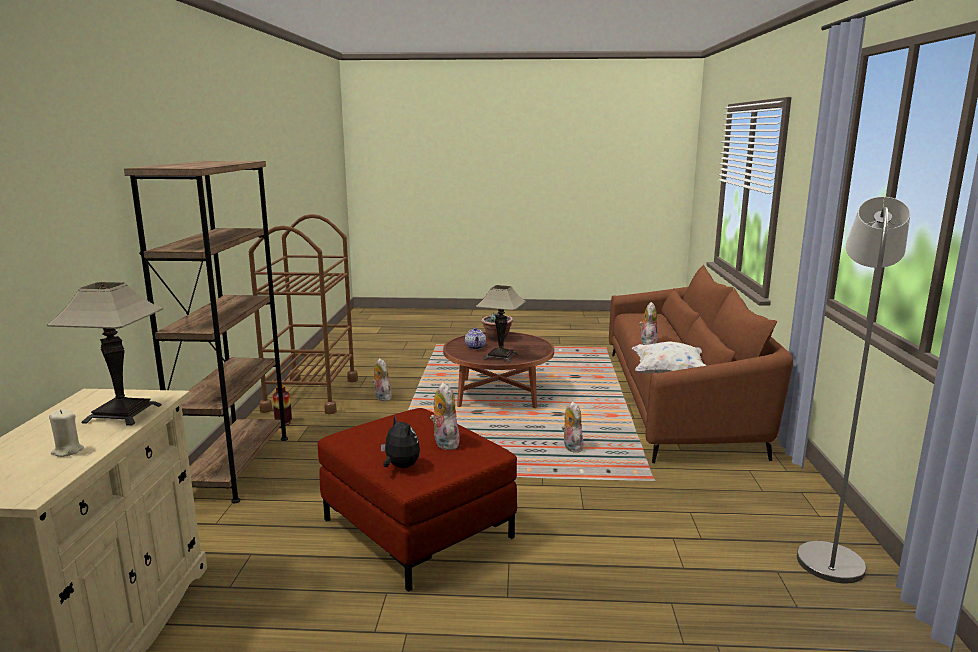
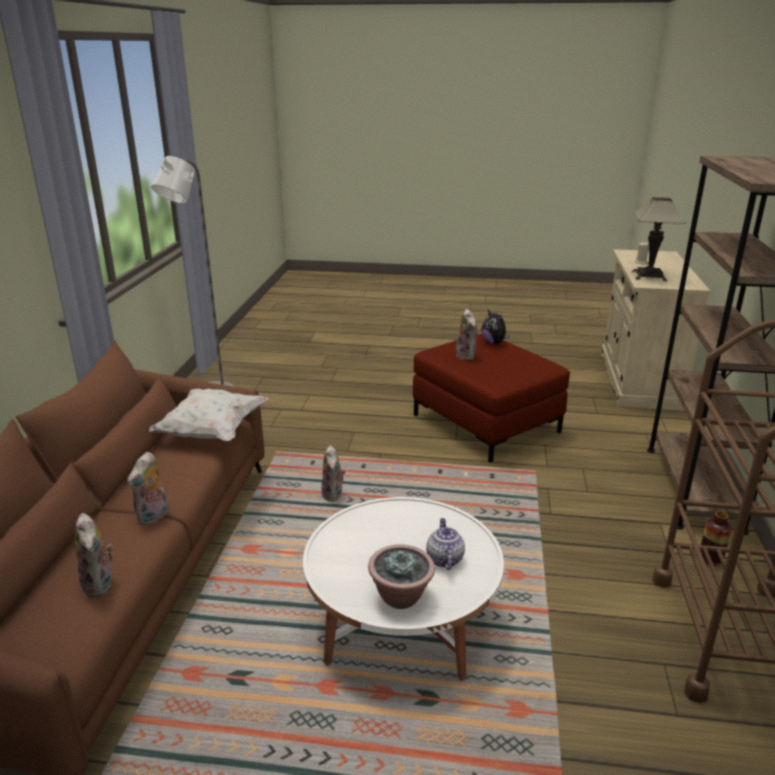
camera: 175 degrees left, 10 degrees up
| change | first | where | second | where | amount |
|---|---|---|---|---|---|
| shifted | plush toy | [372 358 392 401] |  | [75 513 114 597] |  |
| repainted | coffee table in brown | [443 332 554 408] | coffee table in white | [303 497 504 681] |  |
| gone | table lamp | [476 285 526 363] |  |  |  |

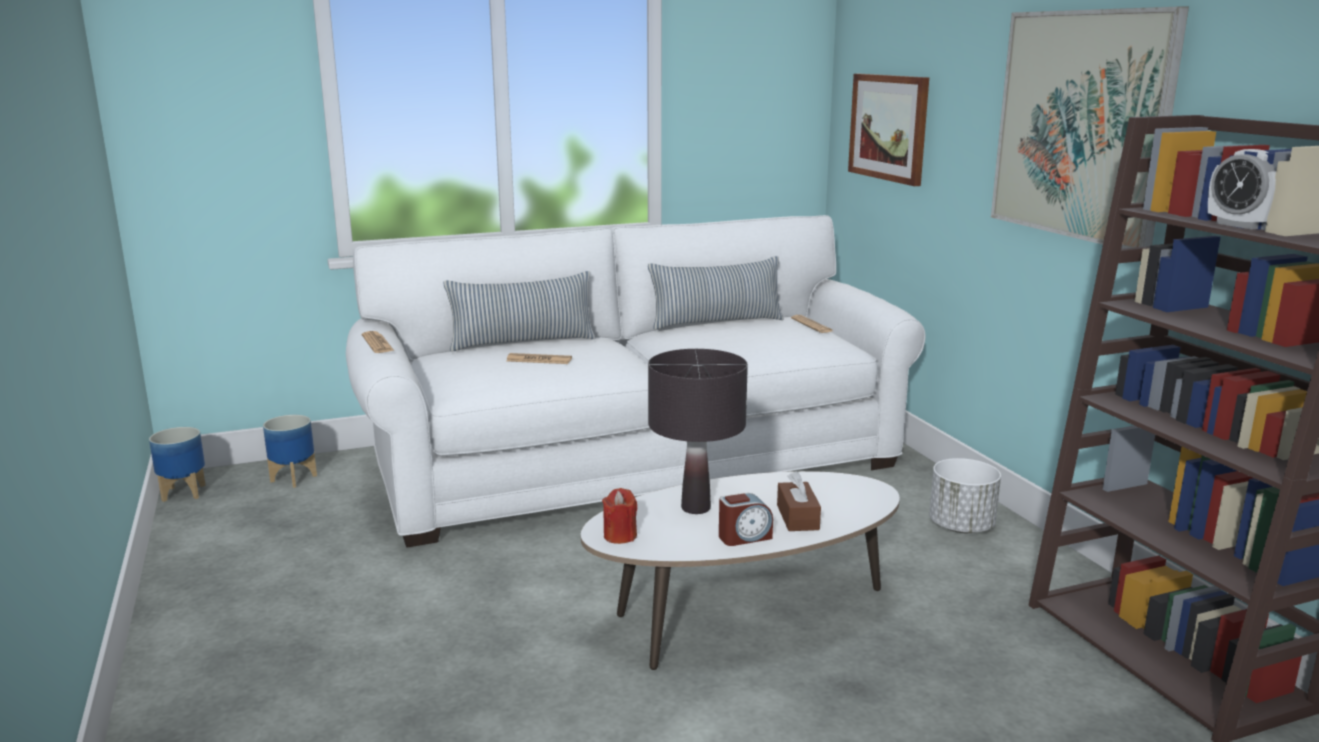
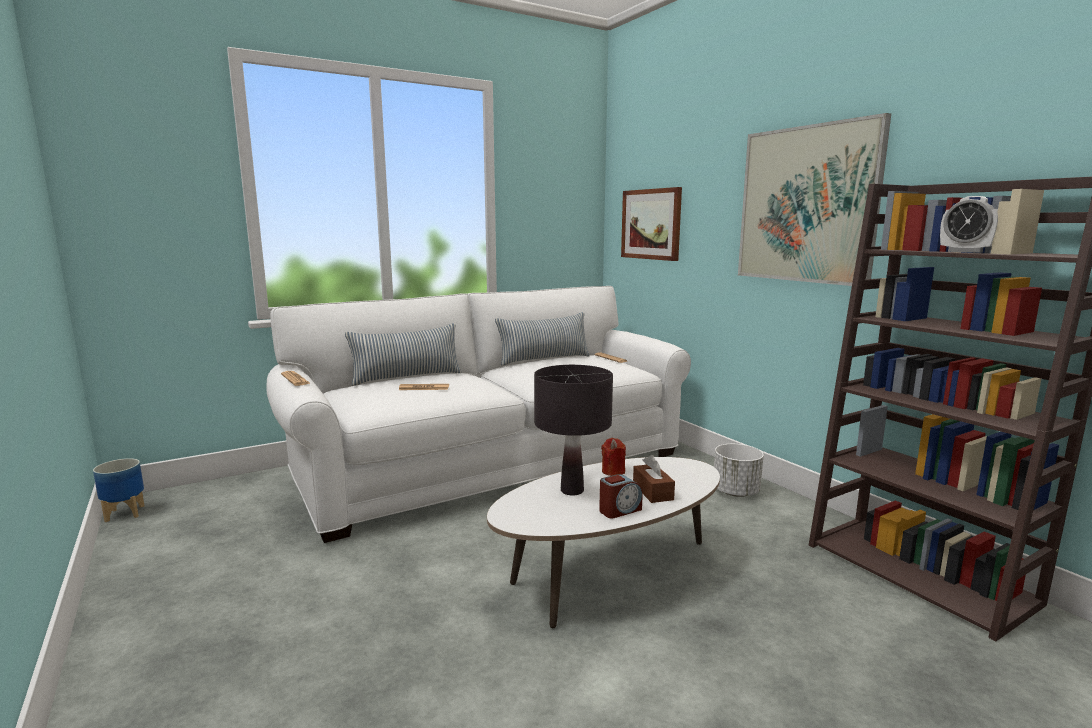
camera: 10 degrees left, 5 degrees down
| change | first | where | second | where | amount |
|---|---|---|---|---|---|
| shifted | candle in red | [602 488 637 544] |  | [601 438 626 476] |  |
| gone | planter | [263 415 317 488] |  |  |  |

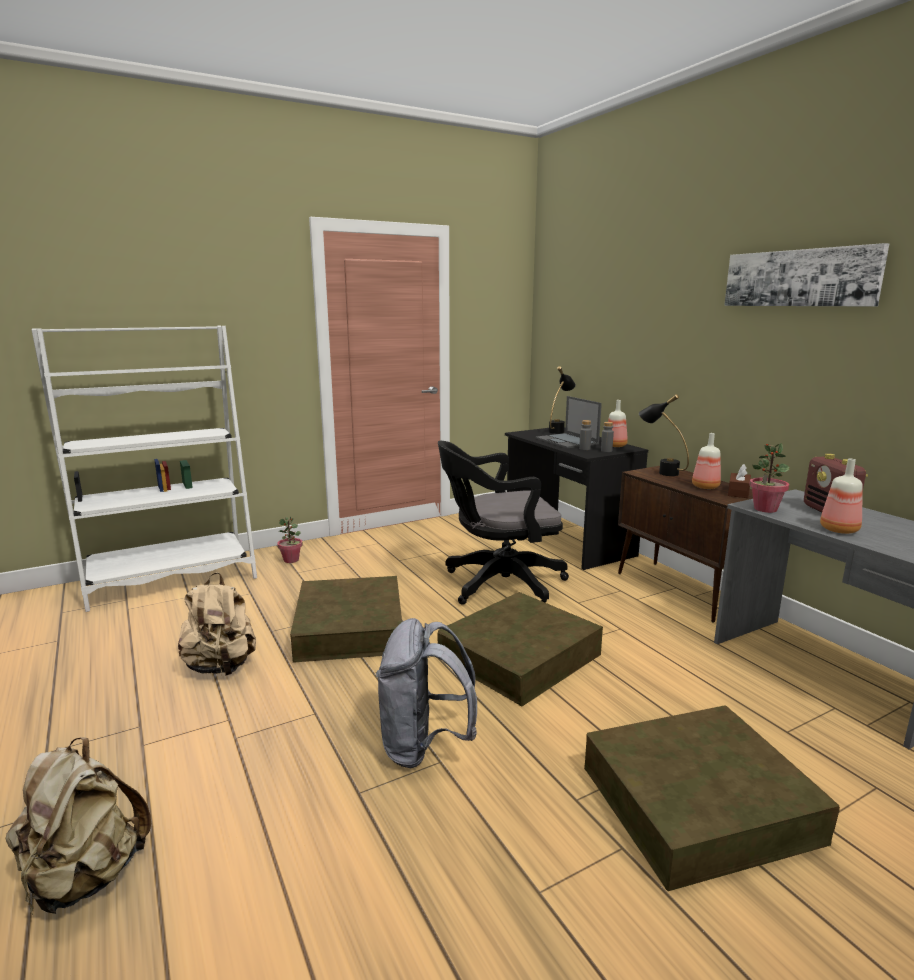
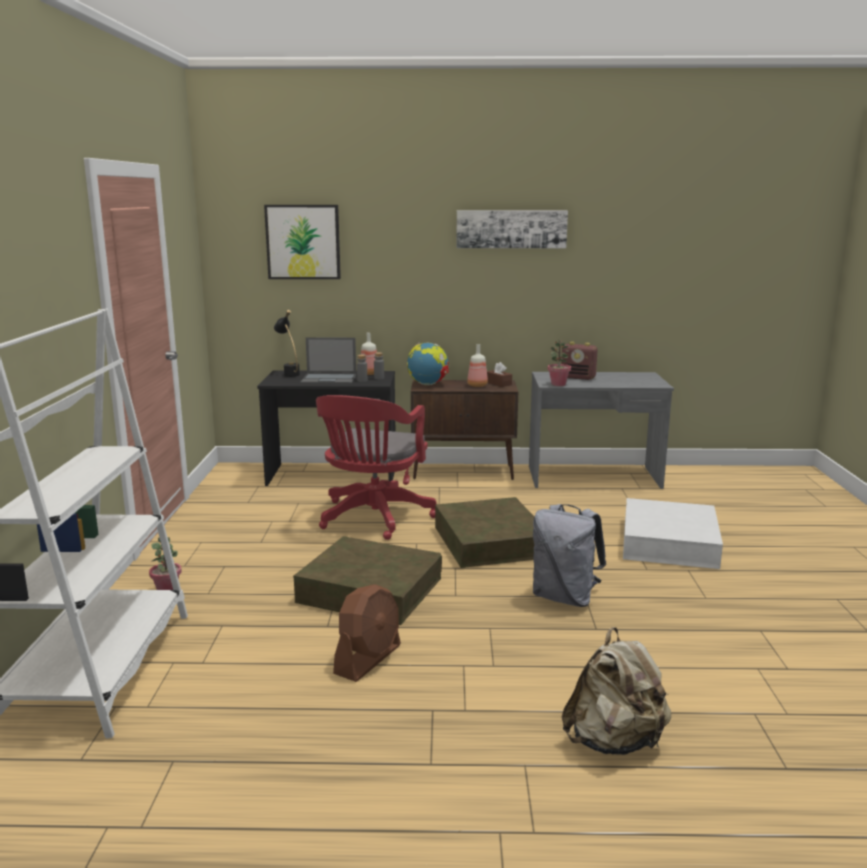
camera: 60 degrees left, 0 degrees up
| change | first | where | second | where | amount |
|---|---|---|---|---|---|
| new |  |  | picture | [264 205 341 279] |  |
| repainted | office chair in black | [438 441 569 605] | office chair in red | [316 395 437 540] |  |
| swapped | backpack in beige | [178 572 256 676] | fan in brown | [333 584 401 682] |  |
| swapped | table lamp in black | [639 394 689 476] | globe | [407 342 449 385] |  |
| repainted | storage box in brown | [584 705 840 891] | storage box in white | [623 498 723 569] |  |
| gone | bottle | [820 459 863 534] |  |  |  |

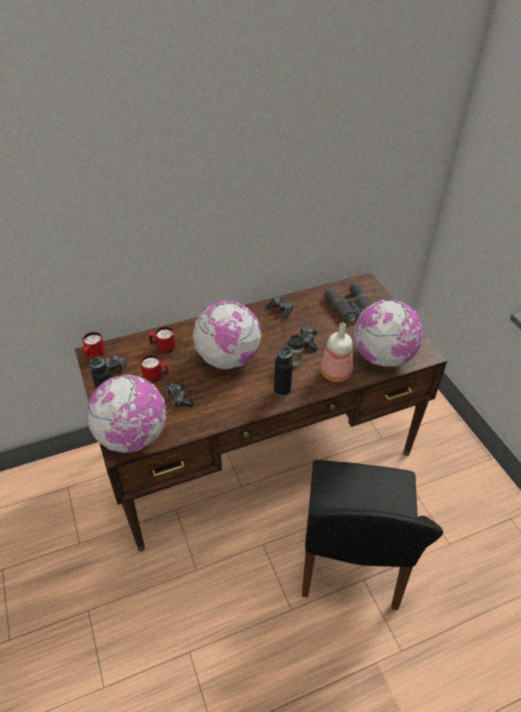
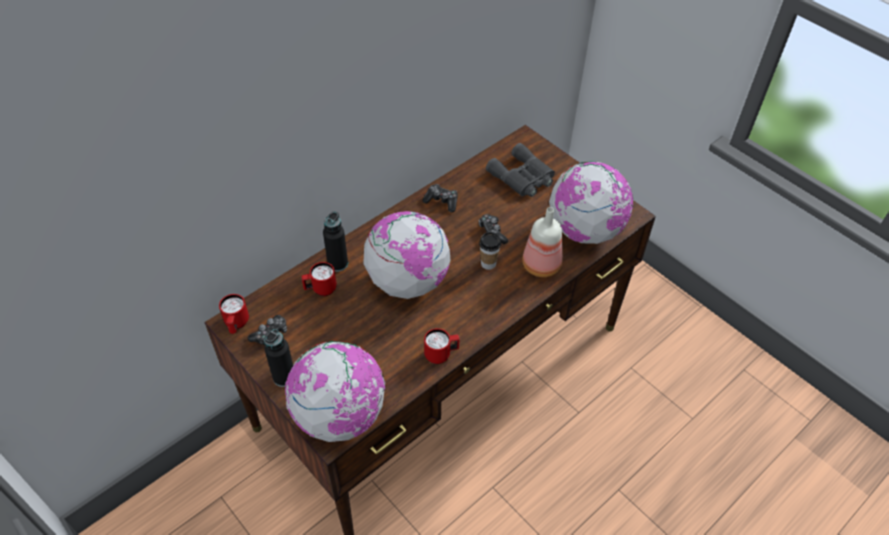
camera: 20 degrees left, 5 degrees up
| change | first | where | second | where | amount |
|---|---|---|---|---|---|
| shifted | bottle in black | [274 346 293 397] |  | [323 212 348 272] |  |
| shifted | mug in red | [140 354 169 382] |  | [424 328 460 364] |  |
| gone | game controller | [166 383 194 407] |  |  |  |
| gone | chair in black | [302 460 443 610] |  |  |  |

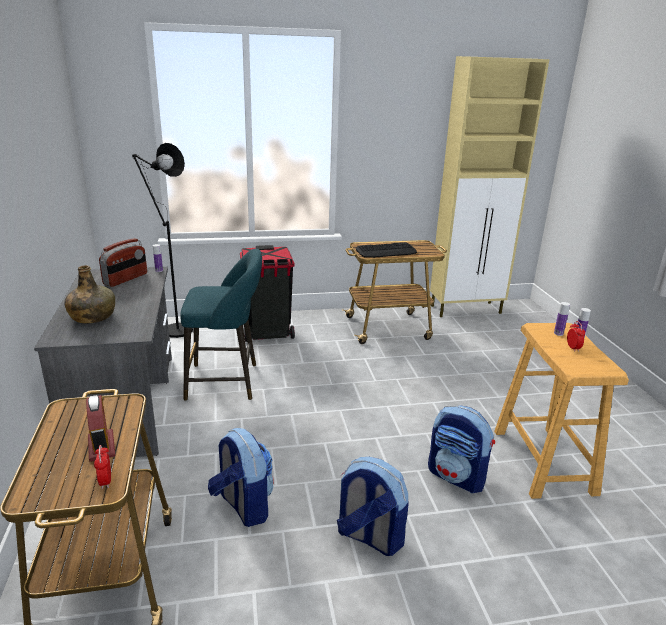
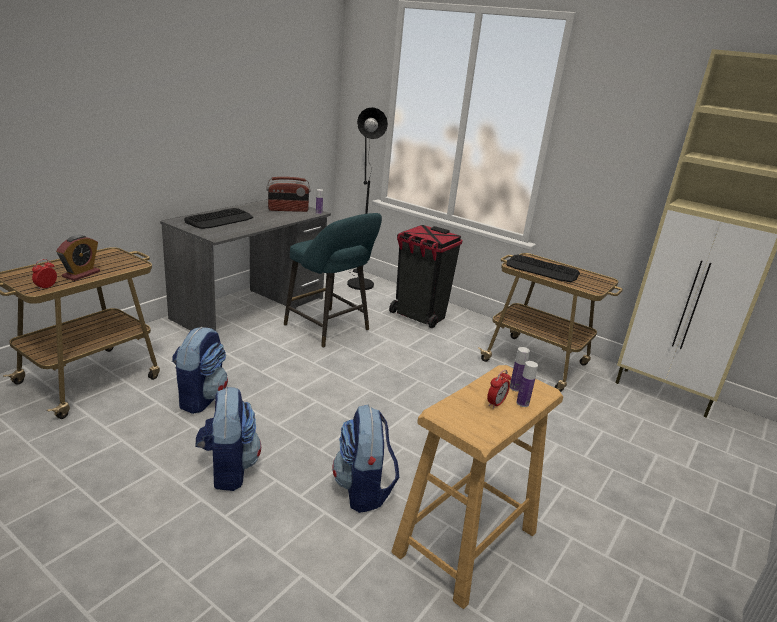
camera: 45 degrees right, 0 degrees up
| change | first | where | second | where | amount |
|---|---|---|---|---|---|
| swapped | bottle in green | [65 265 115 323] | keyboard | [184 208 253 229] |  |

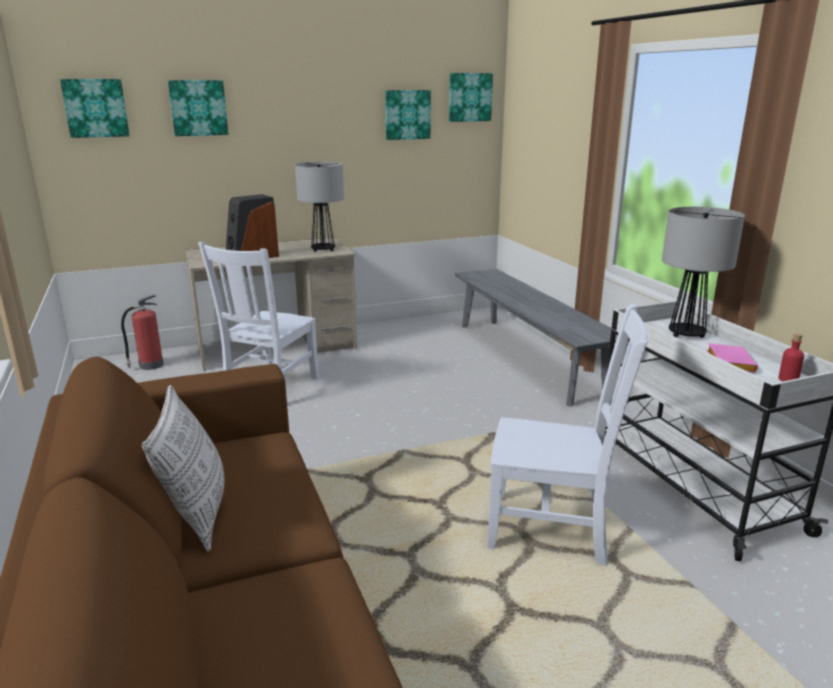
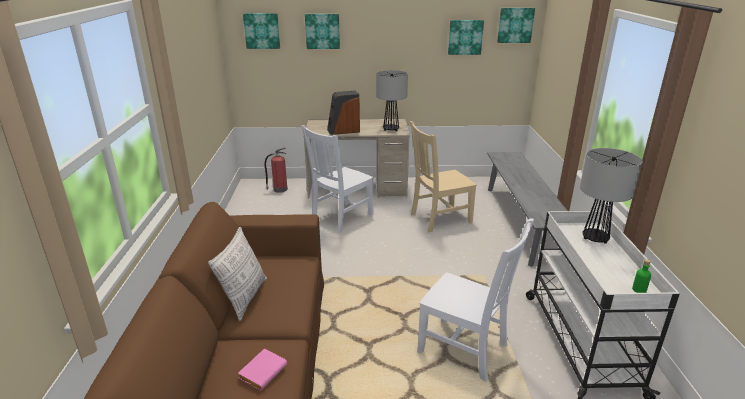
camera: 20 degrees right, 5 degrees up
| change | first | where | second | where | amount |
|---|---|---|---|---|---|
| shifted | book in pink | [707 343 758 373] |  | [238 349 287 390] |  |
| new |  |  | chair in beige | [410 121 477 232] |  |
| repainted | bottle in red | [778 333 804 381] | bottle in green | [632 259 651 293] |  |

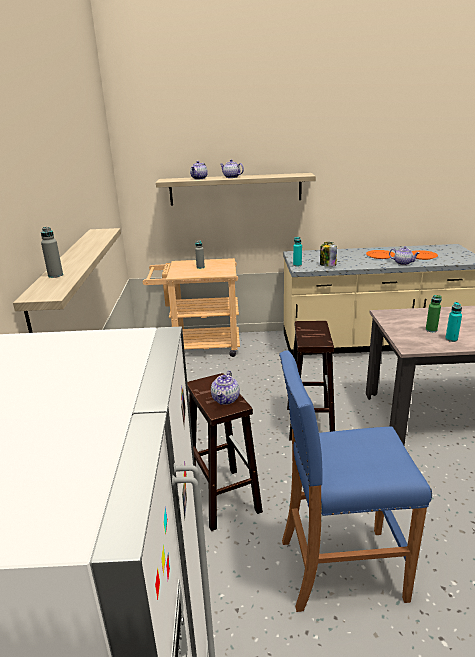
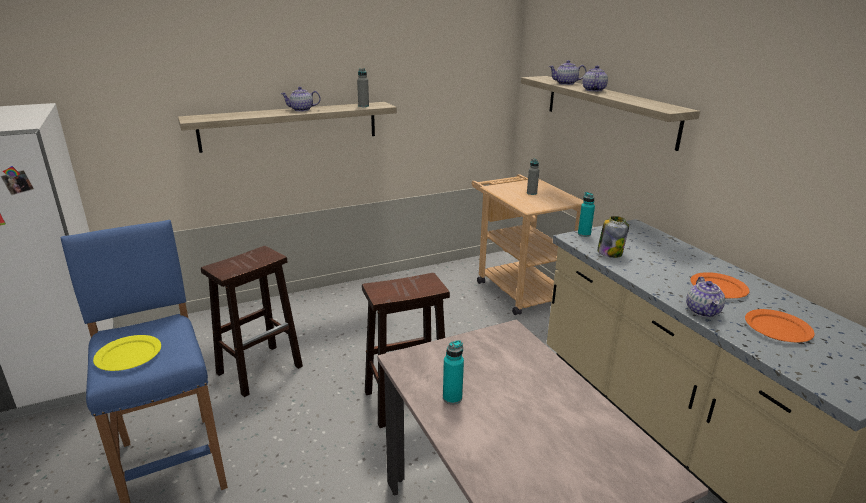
camera: 65 degrees right, 0 degrees up
| change | first | where | second | where | amount |
|---|---|---|---|---|---|
| new |  |  | plate in yellow | [93 335 161 371] |  |
| shifted | teapot | [211 370 240 405] |  | [281 87 321 111] |  |
| shifted | bottle in grey | [41 227 63 278] |  | [357 68 369 107] |  |
| gone | bottle in green | [426 295 442 332] |  |  |  |

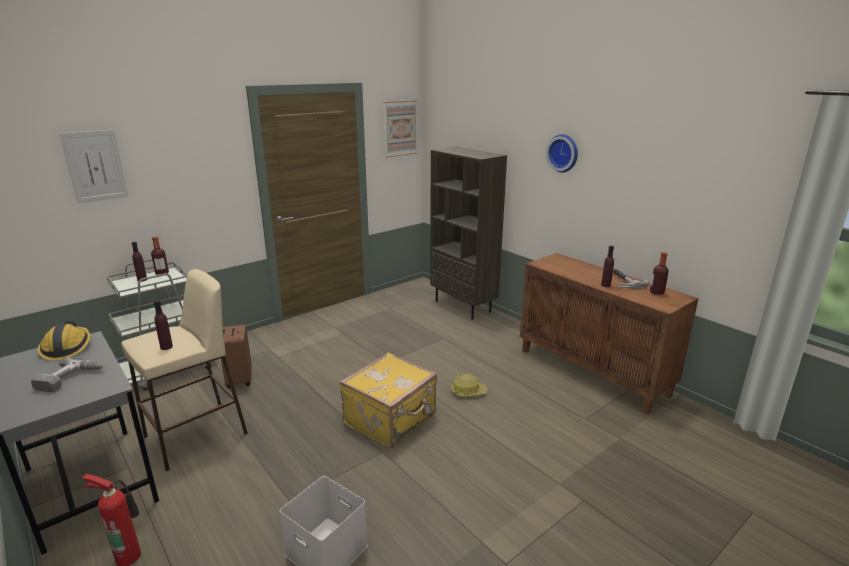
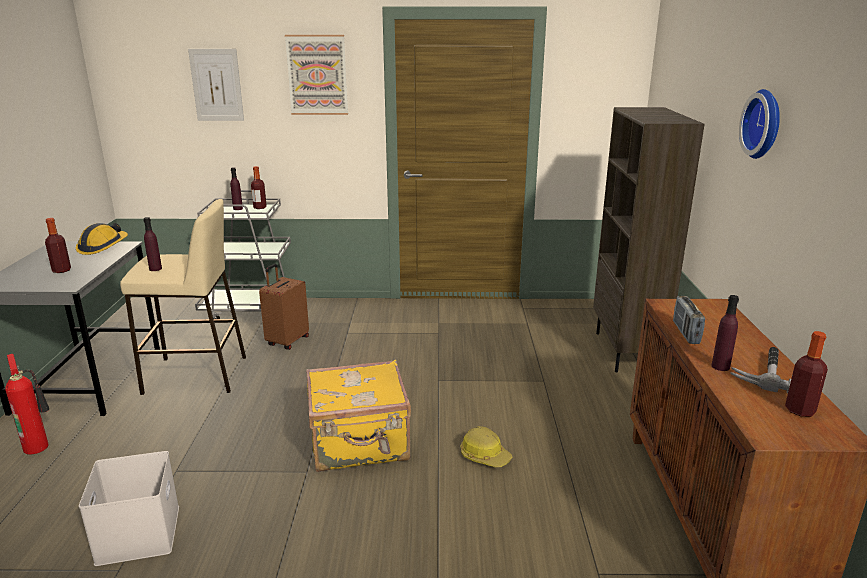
camera: 40 degrees right, 0 degrees up
| change | first | where | second | where | amount |
|---|---|---|---|---|---|
| swapped | power drill | [31 358 104 392] | bottle | [45 218 71 273] |  |
| shifted | picture | [384 100 418 158] |  | [285 35 348 115] |  |
| new |  |  | radio | [673 296 705 344] |  |

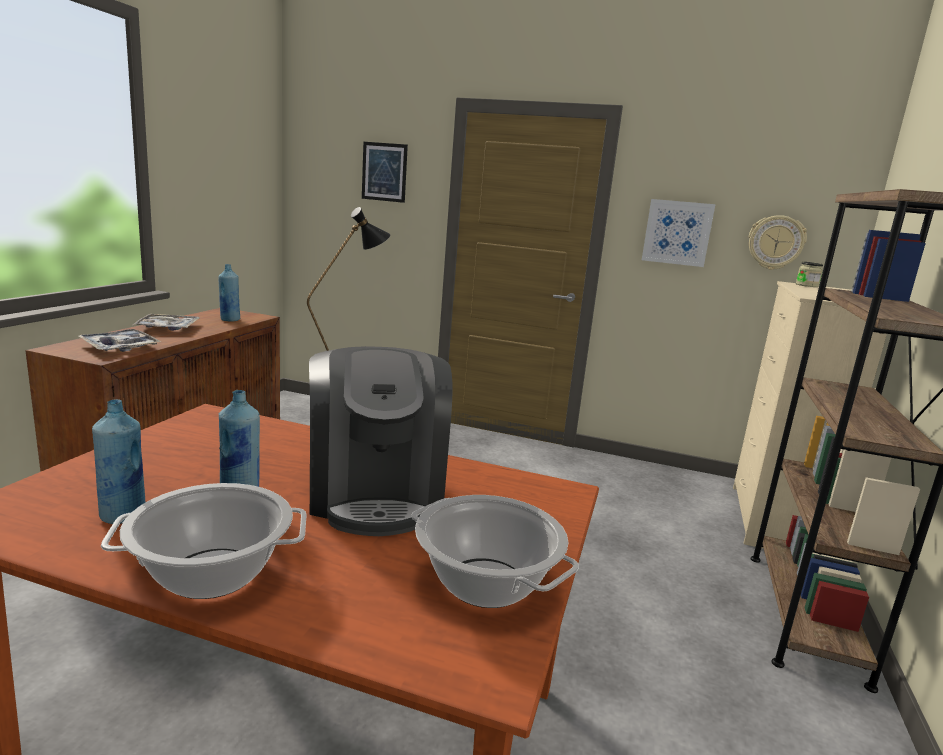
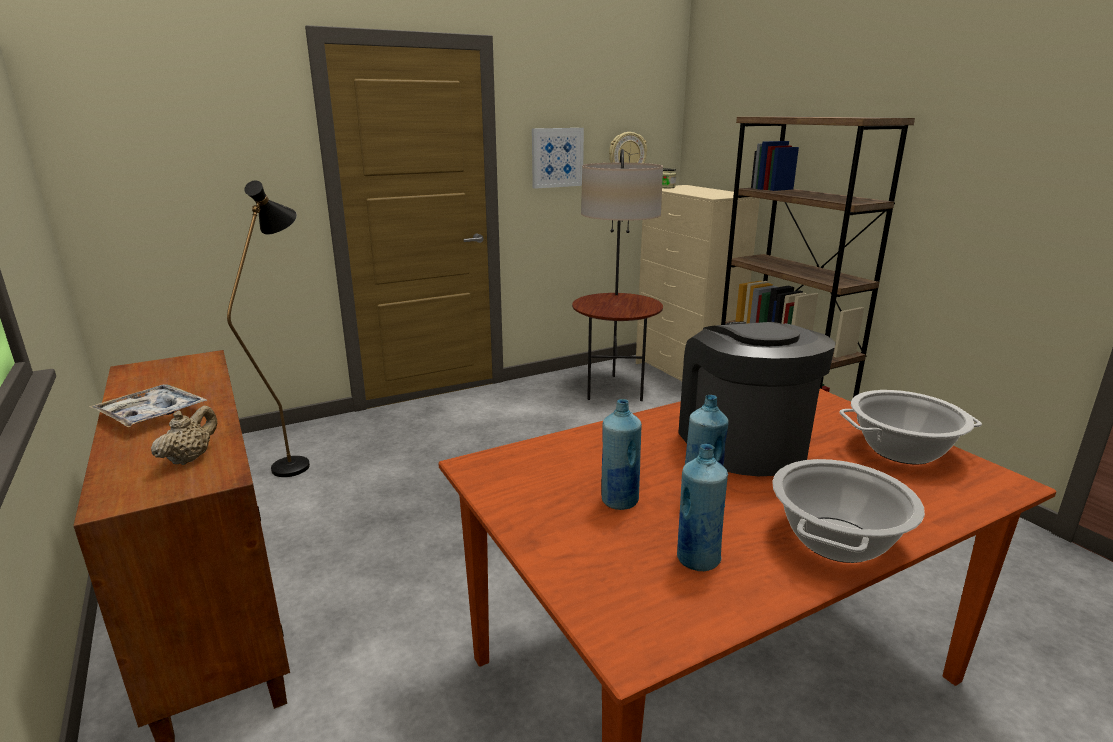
camera: 45 degrees left, 5 degrees up
| change | first | where | second | where | amount |
|---|---|---|---|---|---|
| swapped | tray | [79 329 161 352] | teapot in beige | [151 406 217 465] |  |
| new |  |  | floor lamp | [572 149 663 401] |  |
| shifted | bottle in blue | [218 264 240 321] |  | [601 399 642 510] |  |
| rotated | coffee machine | [309 346 452 536] |  | [678 321 836 476] | 135 degrees counterclockwise |
| gone | picture | [362 142 408 203] |  |  |  |

